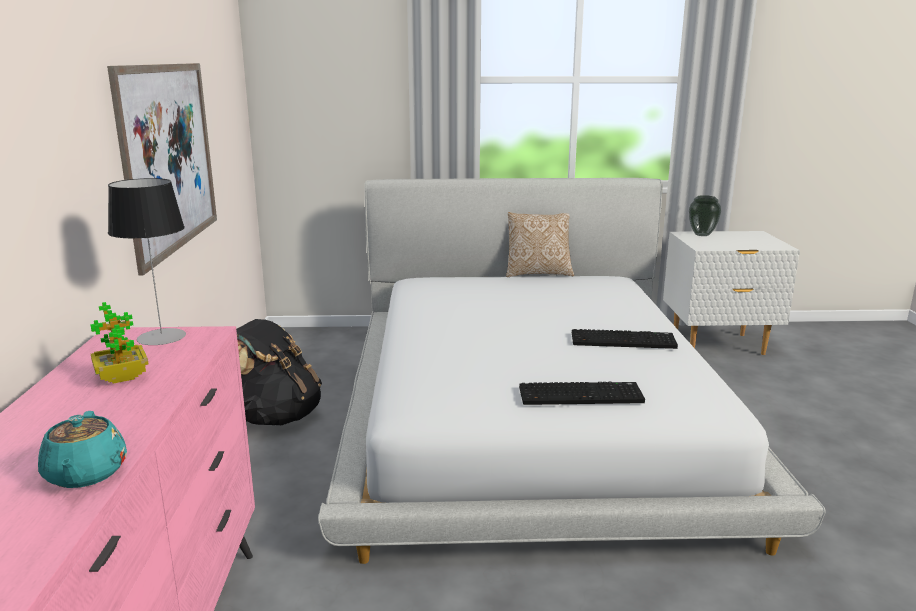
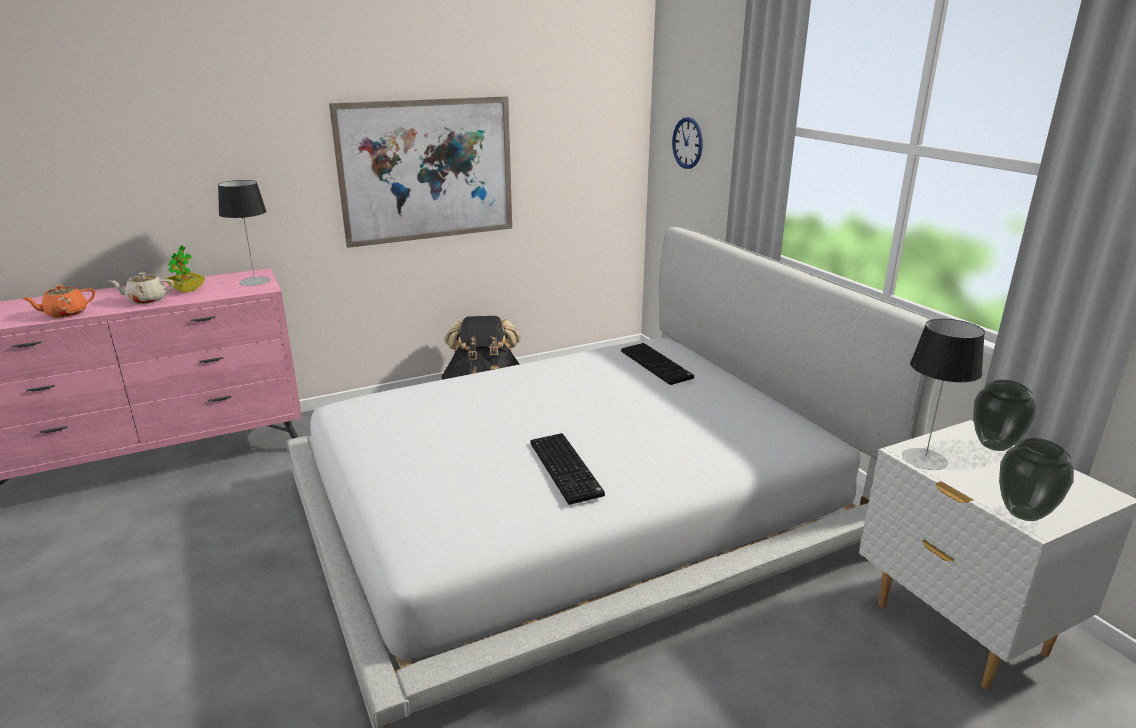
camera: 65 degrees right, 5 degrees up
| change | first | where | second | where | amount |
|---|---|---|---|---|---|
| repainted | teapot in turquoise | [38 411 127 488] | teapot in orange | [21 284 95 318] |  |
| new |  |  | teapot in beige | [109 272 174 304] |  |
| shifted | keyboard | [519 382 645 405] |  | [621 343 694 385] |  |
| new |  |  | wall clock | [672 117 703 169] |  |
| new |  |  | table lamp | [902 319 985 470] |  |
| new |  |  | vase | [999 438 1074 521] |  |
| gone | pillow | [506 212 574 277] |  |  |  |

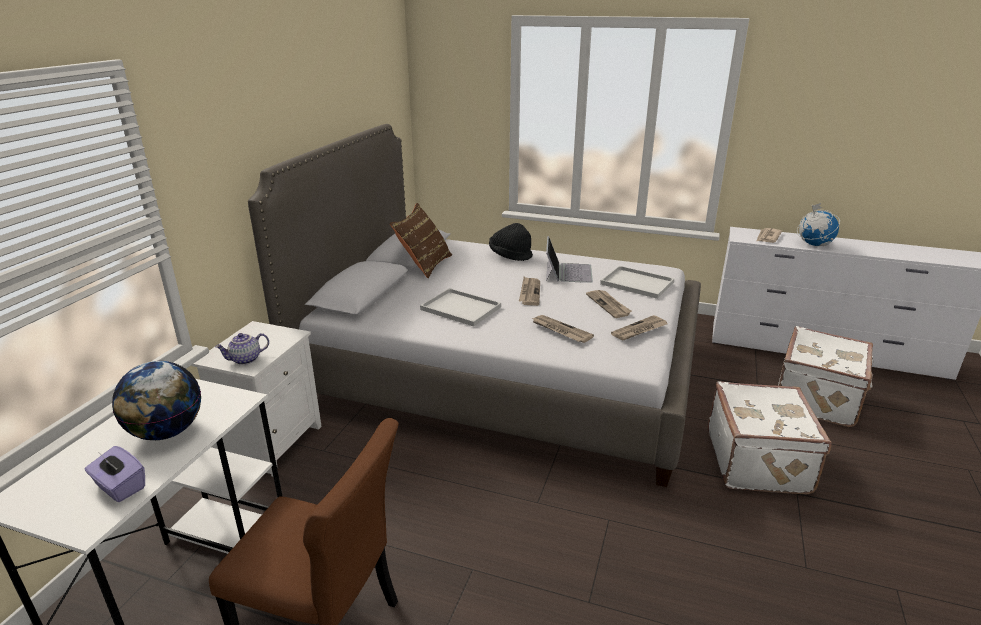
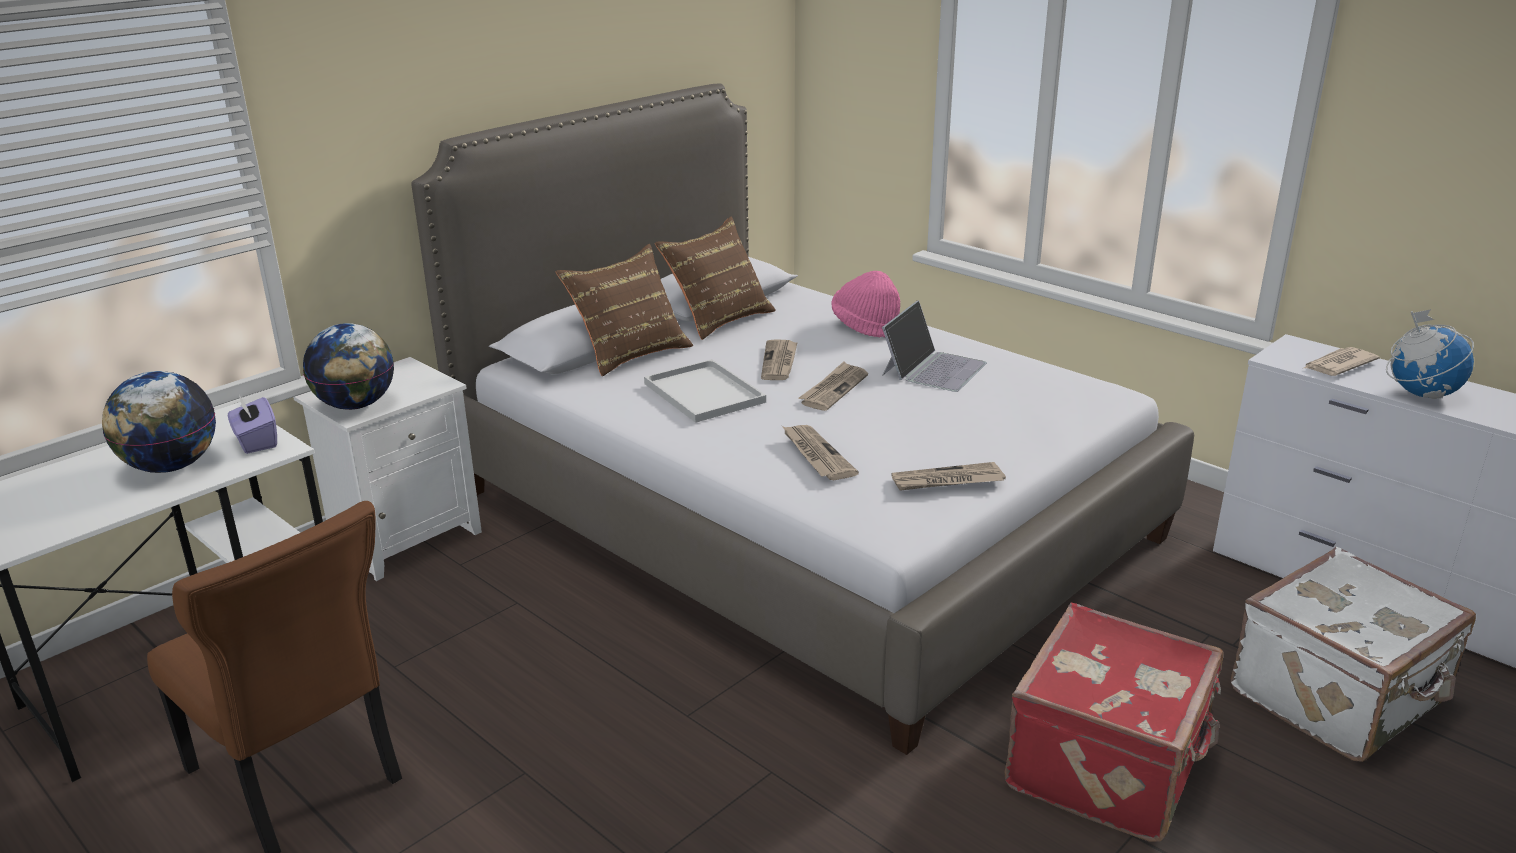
camera: 25 degrees right, 0 degrees up
| change | first | where | second | where | amount |
|---|---|---|---|---|---|
| shifted | tissue box in purple | [85 446 145 502] |  | [228 395 277 454] |  |
| swapped | teapot | [215 333 269 365] | globe | [303 323 394 410] |  |
| new |  |  | pillow in brown | [556 244 693 376] |  |
| shifted | newspaper | [586 290 632 318] |  | [761 339 798 380] |  |
| repainted | hat in black | [489 223 533 261] | hat in pink | [832 271 900 338] |  |
| repainted | suitcase in white | [708 381 832 494] | suitcase in red | [1005 603 1223 842] |  |
| gone | tray in white | [600 266 674 299] |  |  |  |

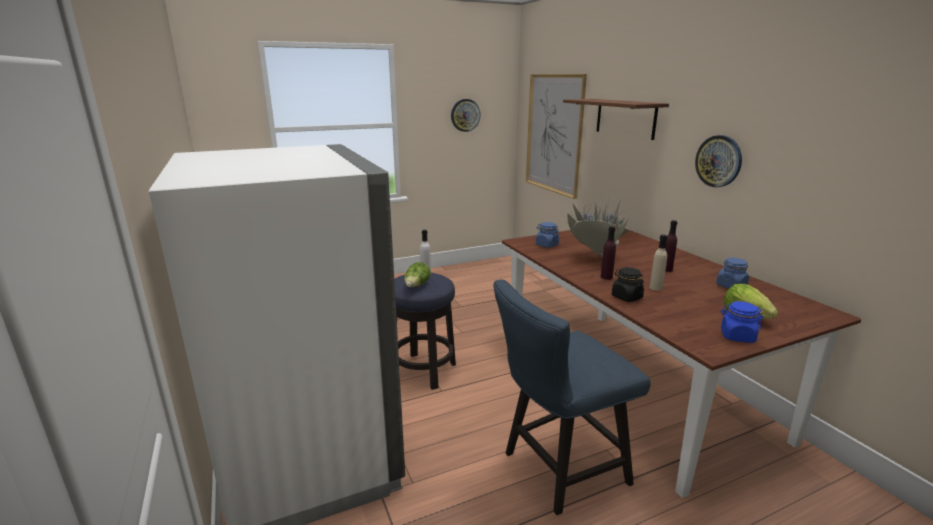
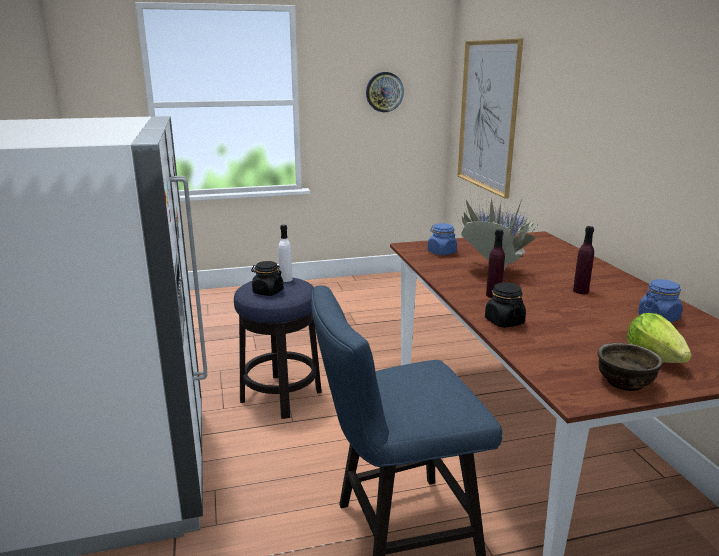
camera: 10 degrees right, 0 degrees up
| change | first | where | second | where | amount |
|---|---|---|---|---|---|
| swapped | lettuce | [404 262 431 287] | jar in black | [251 261 283 296] |  |
| swapped | jar in blue | [721 301 763 343] | bowl in brown | [598 343 662 391] |  |
| gone | shelf in brown | [563 99 669 140] |  |  |  |
| gone | bottle in beige | [649 234 667 291] |  |  |  |
| gone | wall clock | [695 135 742 187] |  |  |  |

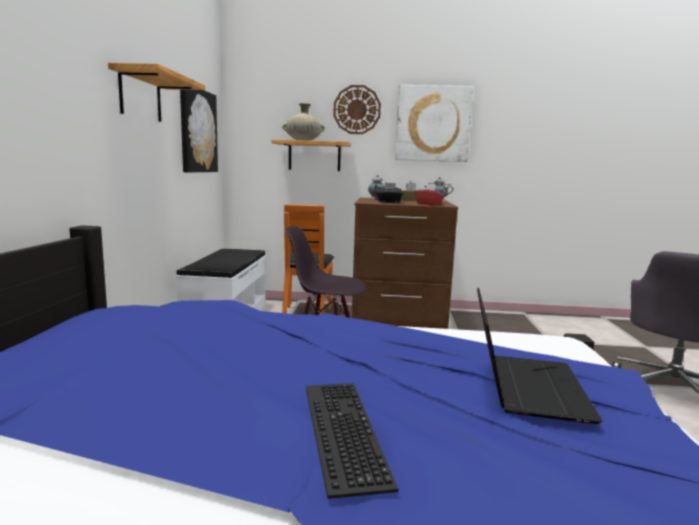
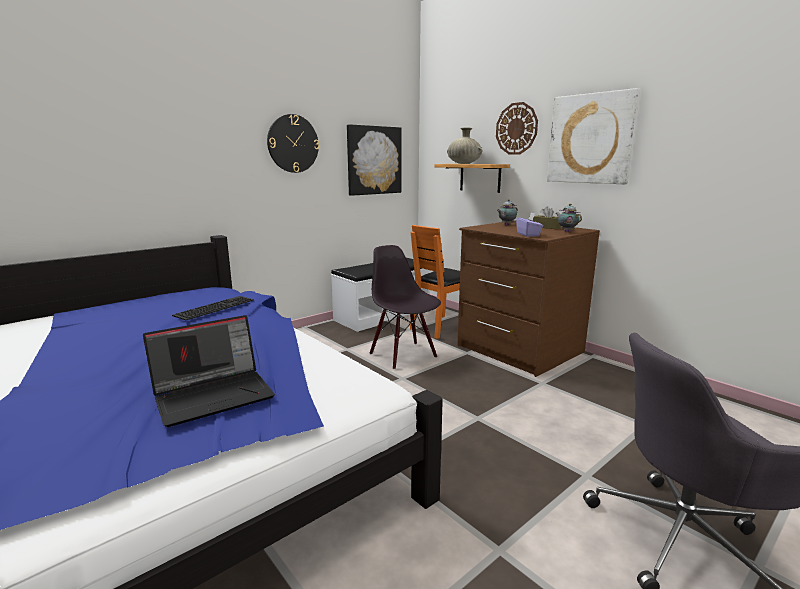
camera: 45 degrees right, 5 degrees up
| change | first | where | second | where | amount |
|---|---|---|---|---|---|
| shifted | keyboard | [306 383 398 499] |  | [172 296 254 320] |  |
| swapped | shelf | [108 63 205 122] | wall clock | [267 114 319 173] |  |
| repainted | tissue box in red | [415 184 444 205] | tissue box in purple | [516 213 543 237] |  |
| gone | tissue box in black | [376 183 403 203] |  |  |  |

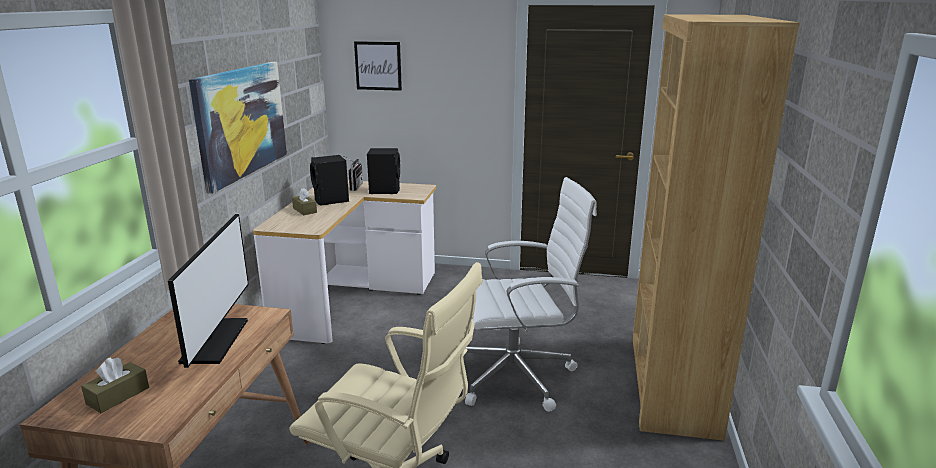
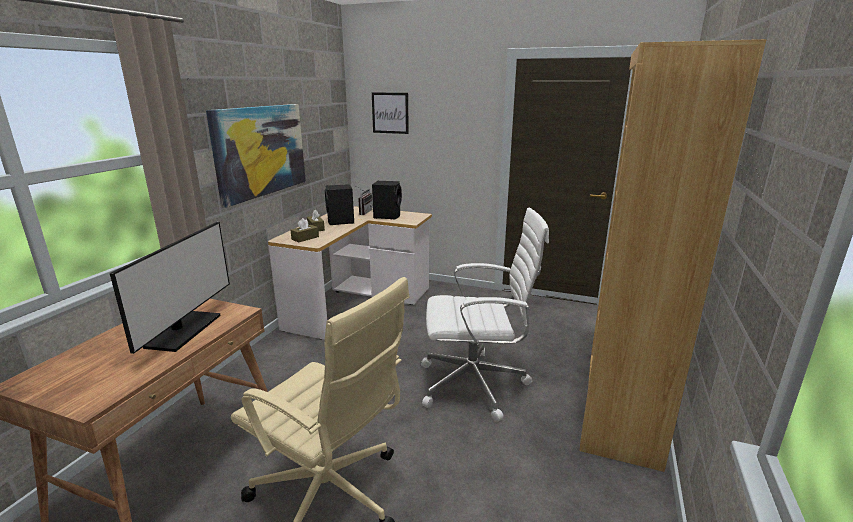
camera: 10 degrees right, 0 degrees up
| change | first | where | second | where | amount |
|---|---|---|---|---|---|
| shifted | tissue box in brown | [81 358 149 413] |  | [291 218 319 242] |  |

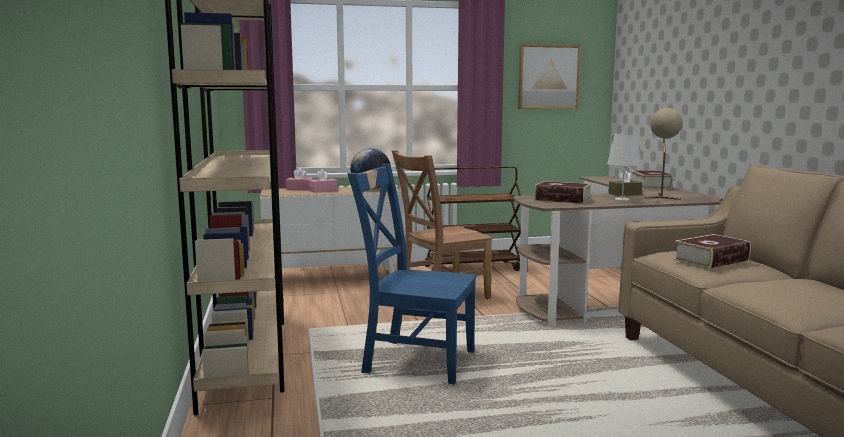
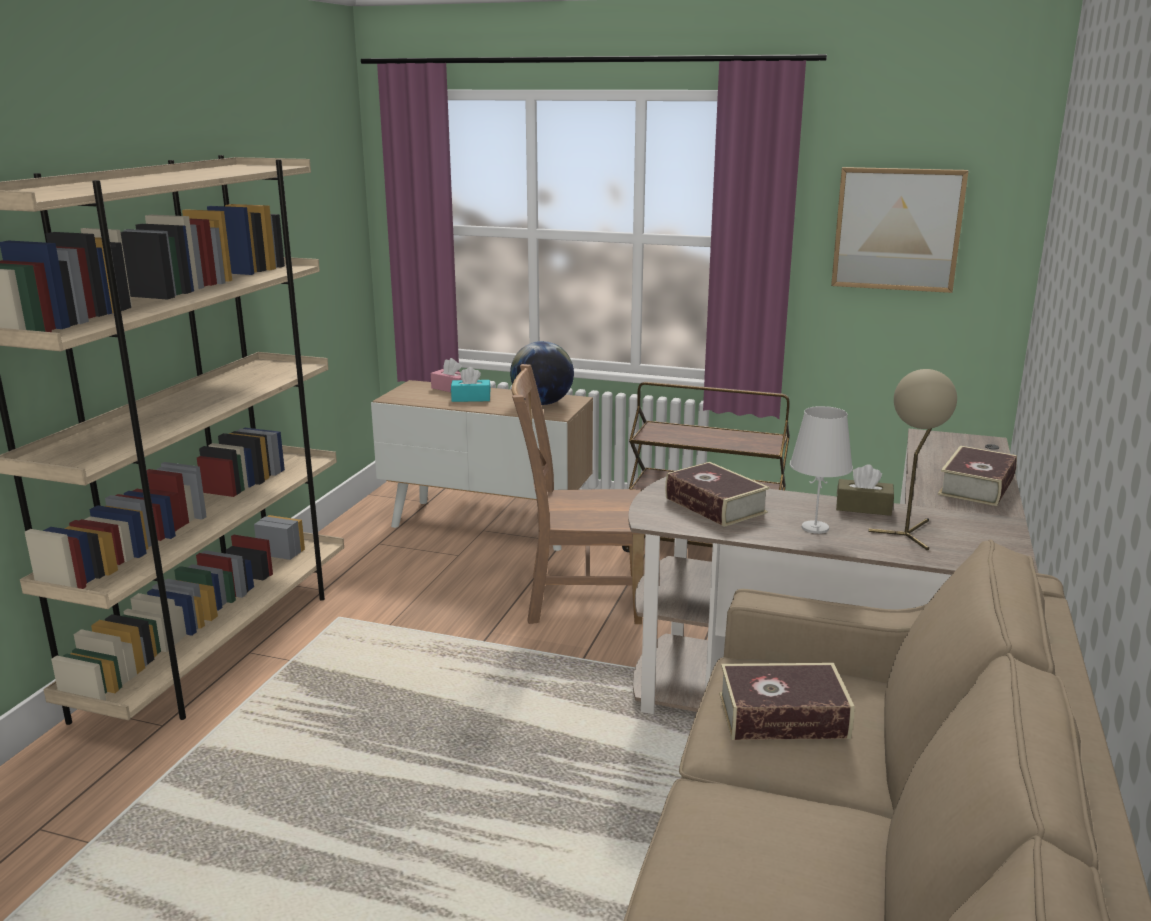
camera: 30 degrees right, 10 degrees up
| change | first | where | second | where | amount |
|---|---|---|---|---|---|
| repainted | tissue box in pink | [308 169 337 193] | tissue box in turquoise | [451 367 491 402] |  |
| gone | chair in blue | [348 164 477 384] |  |  |  |

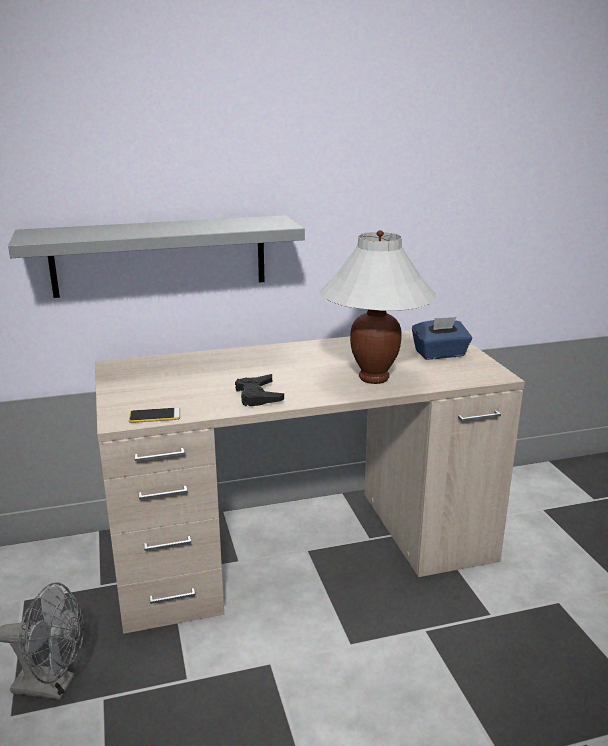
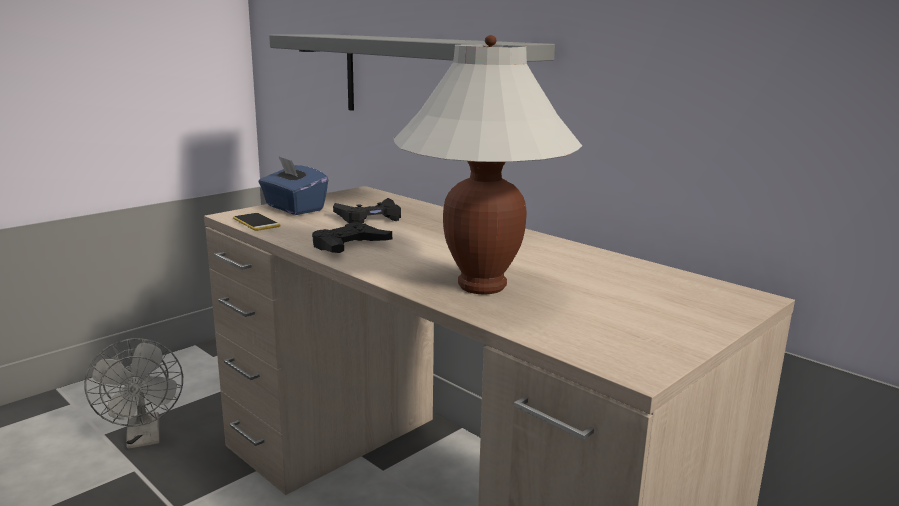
camera: 60 degrees right, 5 degrees down
| change | first | where | second | where | amount |
|---|---|---|---|---|---|
| shifted | tissue box in blue | [412 317 472 360] |  | [259 156 328 215] |  |
| new |  |  | game controller in black | [333 198 401 223] |  |

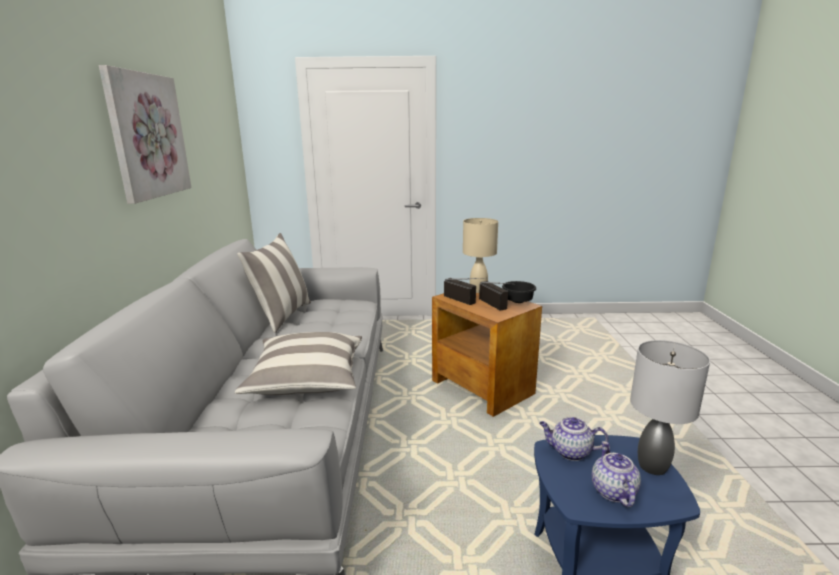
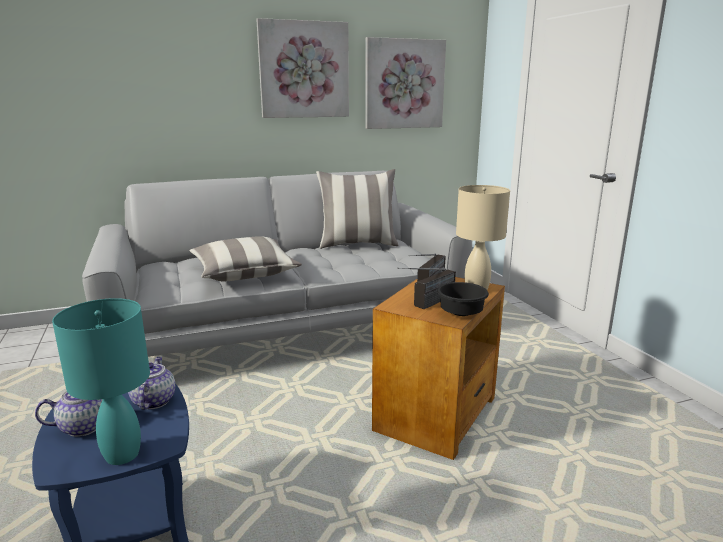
camera: 70 degrees right, 0 degrees up
| change | first | where | second | where | amount |
|---|---|---|---|---|---|
| repainted | table lamp in grey | [630 340 710 475] | table lamp in turquoise | [52 298 150 465] |  |
| new |  |  | picture | [365 37 446 129] |  |

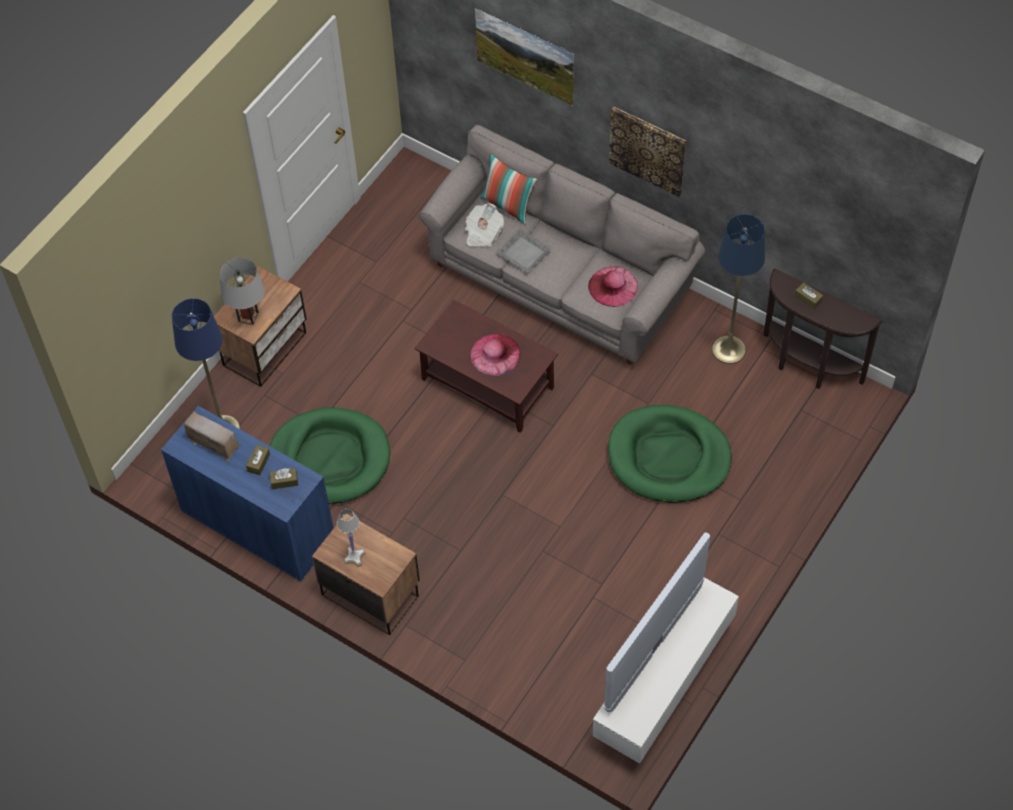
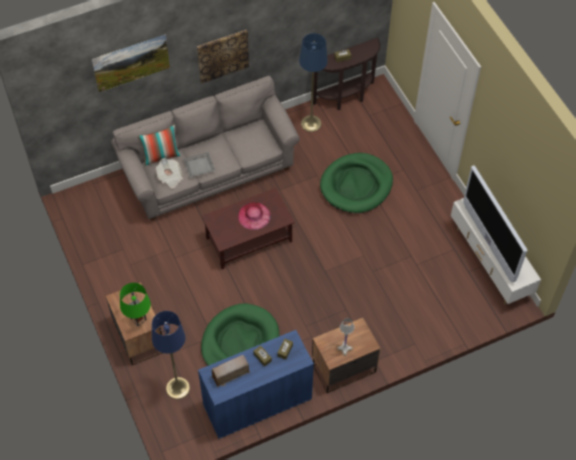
camera: 60 degrees left, 0 degrees up
| change | first | where | second | where | amount |
|---|---|---|---|---|---|
| repainted | table lamp in grey | [220 258 264 325] | table lamp in green | [120 283 151 326] |  |
| gone | hat in pink | [588 266 638 307] |  |  |  |

